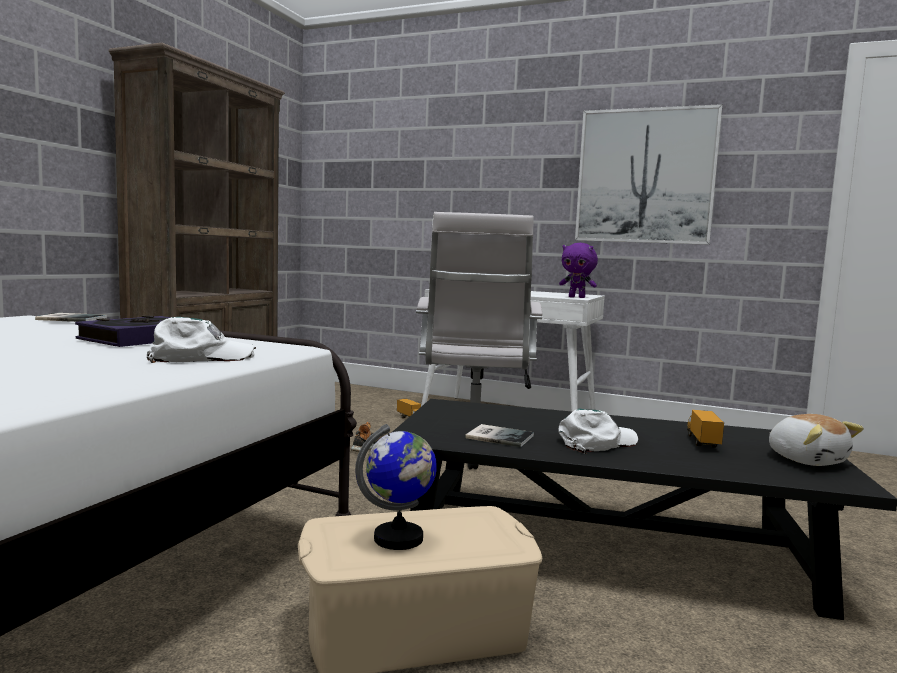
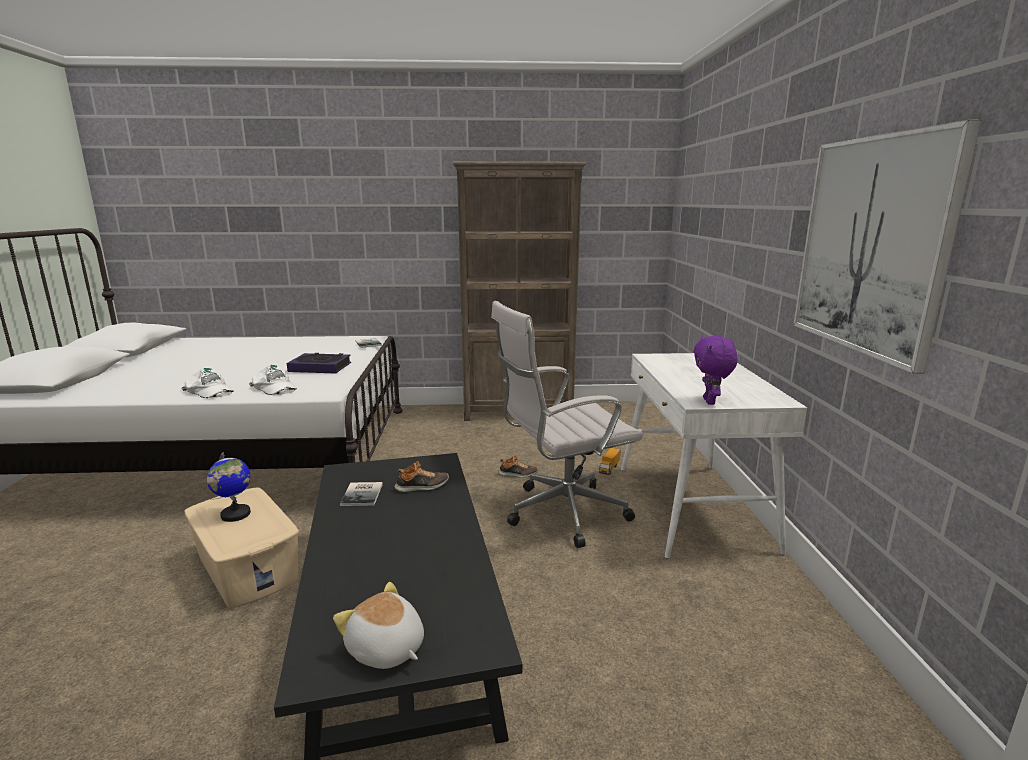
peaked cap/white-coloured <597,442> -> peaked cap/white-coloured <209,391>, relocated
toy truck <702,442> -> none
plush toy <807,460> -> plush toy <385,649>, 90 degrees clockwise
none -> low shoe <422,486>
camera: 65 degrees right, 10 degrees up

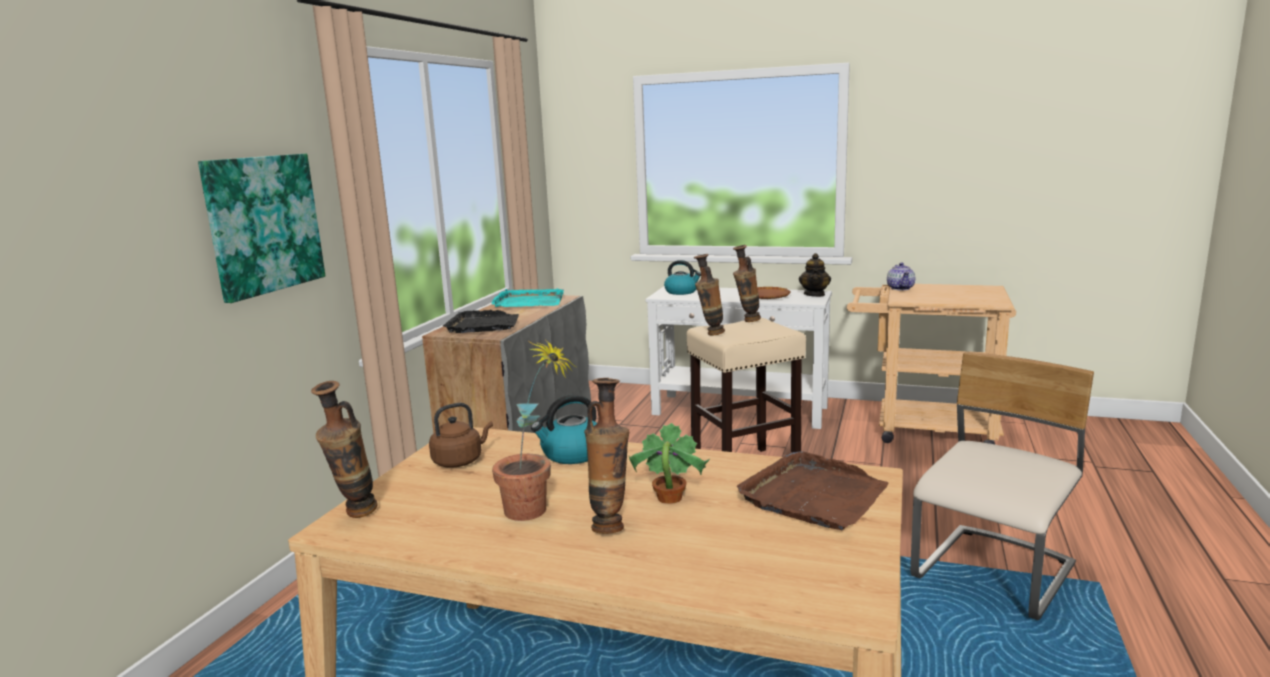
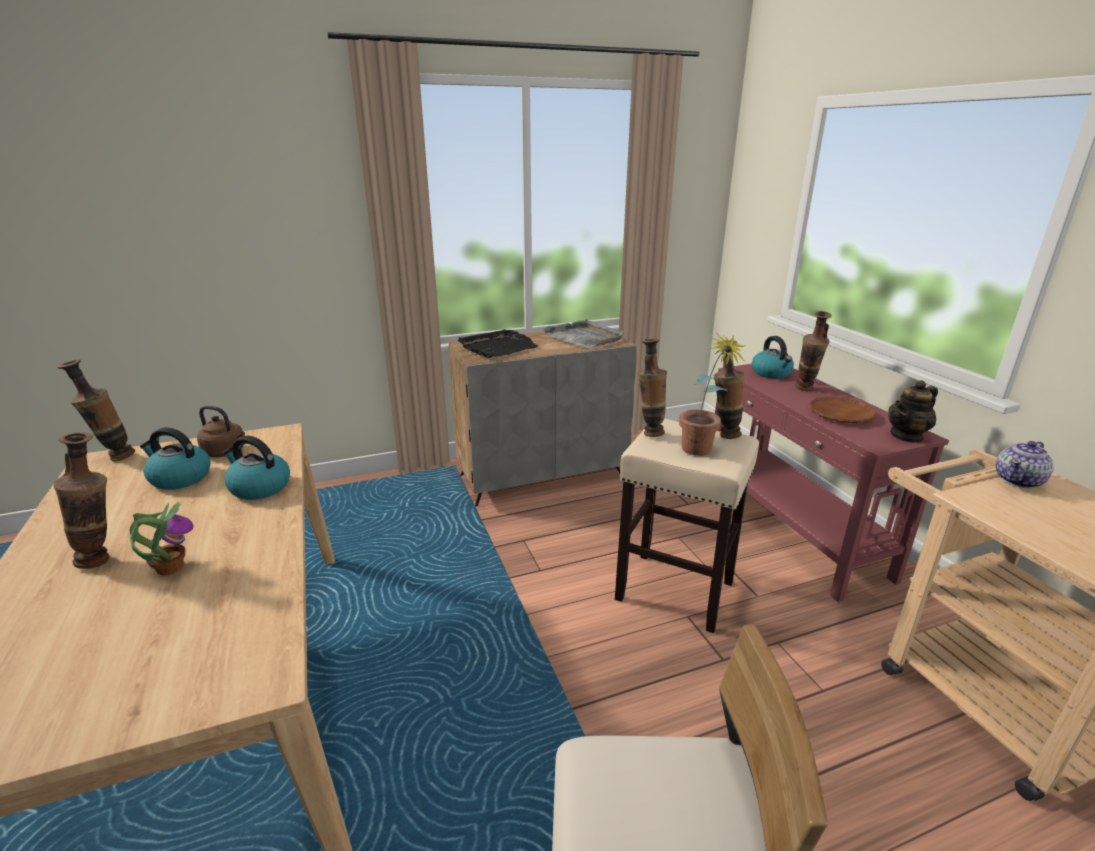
wall picture <263,224> -> none
narrow table/white-coloured <740,411> -> narrow table/red-coloured <791,530>
carrying tray/blue-green <528,302> -> carrying tray/grey <583,337>
houseplant <537,512> -> houseplant <701,453>, relocated
carrying tray/brown-coloured <813,496> -> none
none -> vase <805,390>
none -> tea kettle <179,478>
camera: 50 degrees right, 10 degrees up

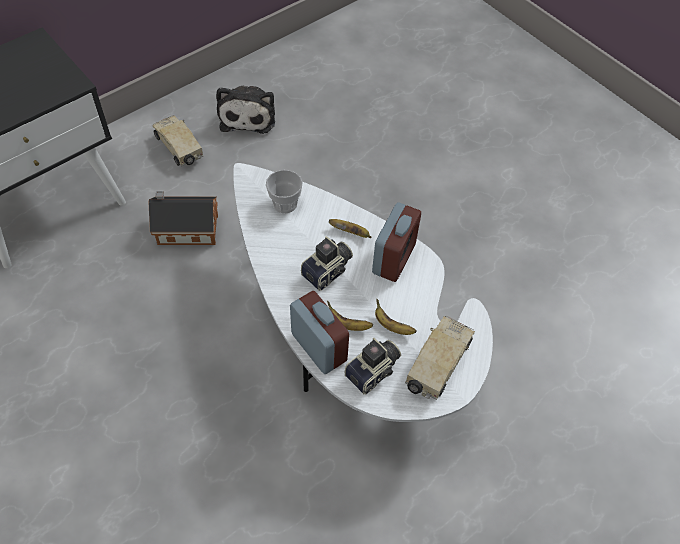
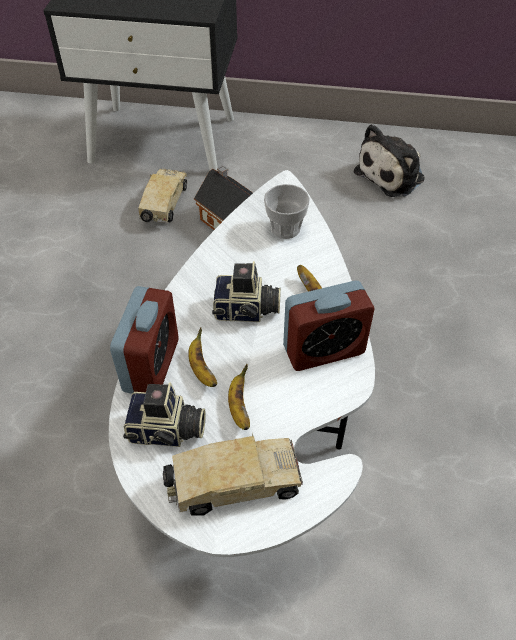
toy truck <180,148> -> toy truck <164,205>, relocated
camera: 50 degrees right, 5 degrees down

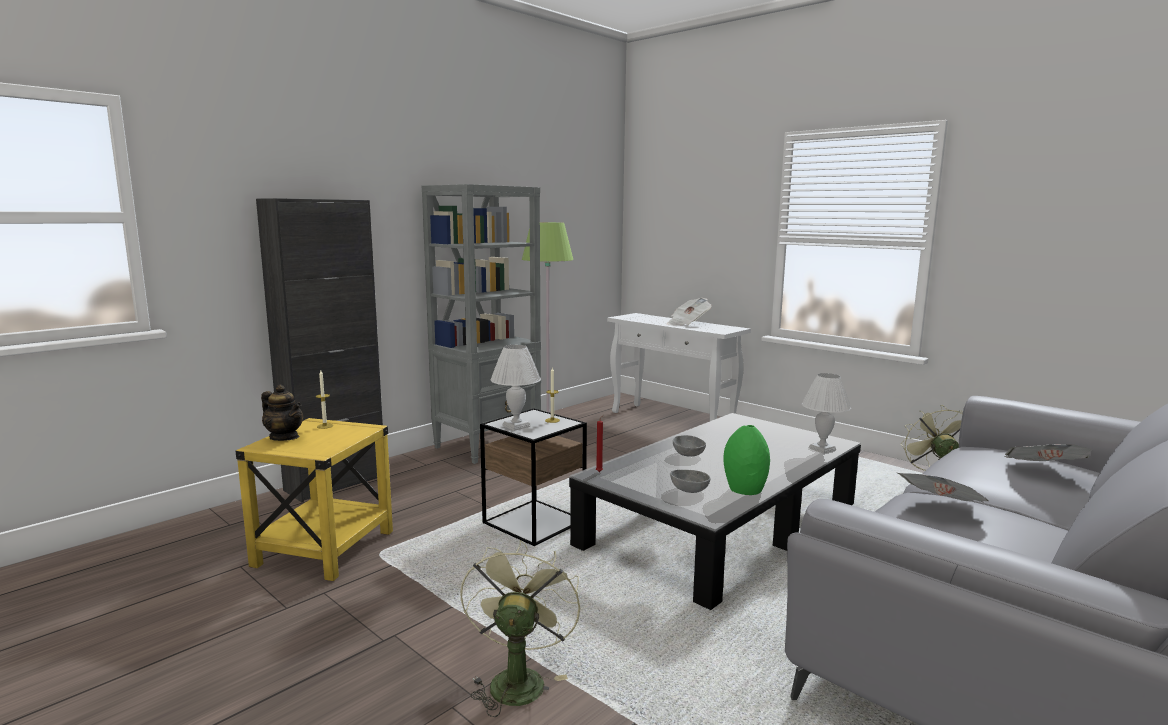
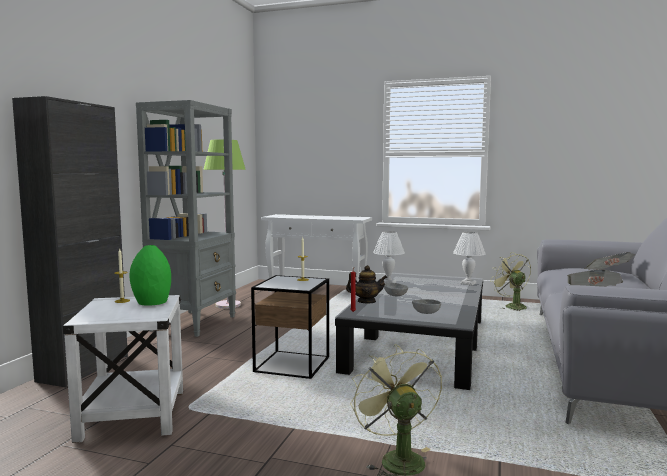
printed paper <687,323> -> none
table lamp/white-coloured <516,426> -> table lamp/white-coloured <388,282>, relocated
teapot <284,437> -> teapot <366,302>, relocated
side table/yellowish <325,548> -> side table/white-coloured <133,415>
vase/greenish <745,490> -> vase/greenish <152,302>, relocated
camera: 25 degrees left, 5 degrees down

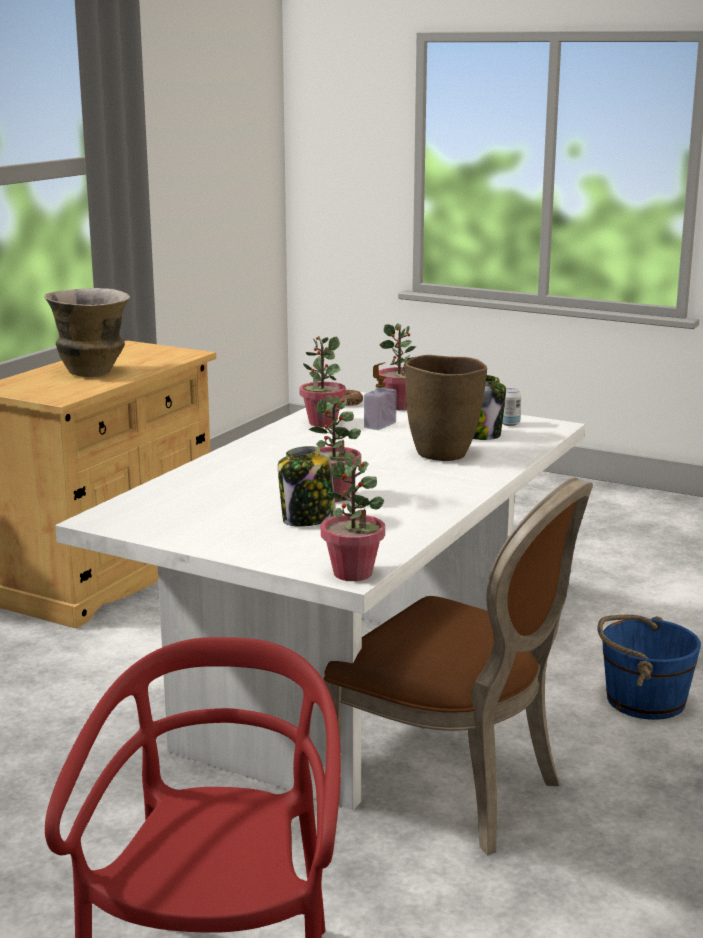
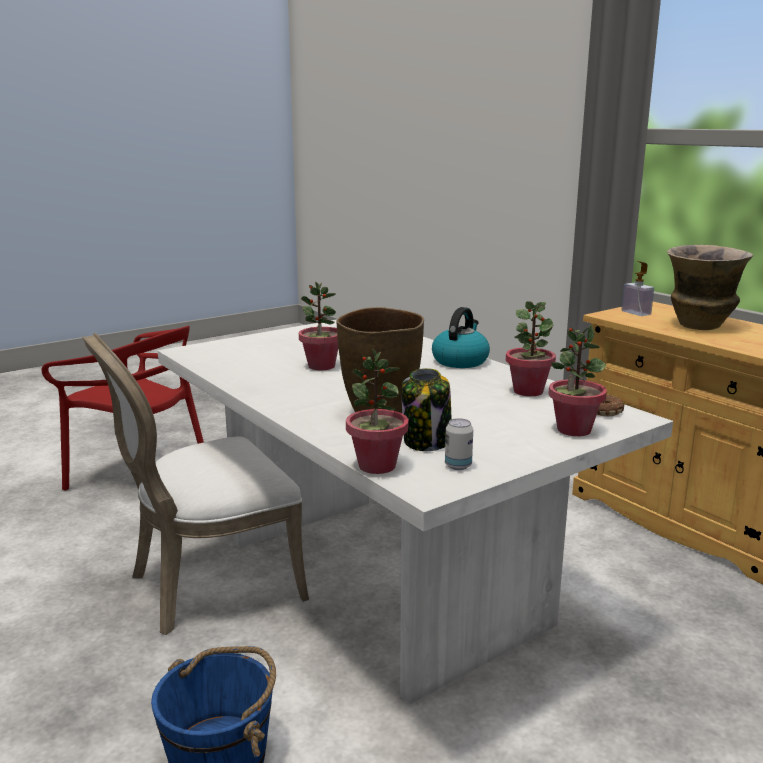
liquid soap bottle <380,425> -> liquid soap bottle <636,313>, relocated
jar <307,520> -> none
houseplant <353,573> -> houseplant <377,466>, relocated
plain chair/brown-coloured <455,791> -> plain chair/white-coloured <208,585>
none -> tea kettle <460,361>
camera: 115 degrees right, 0 degrees up

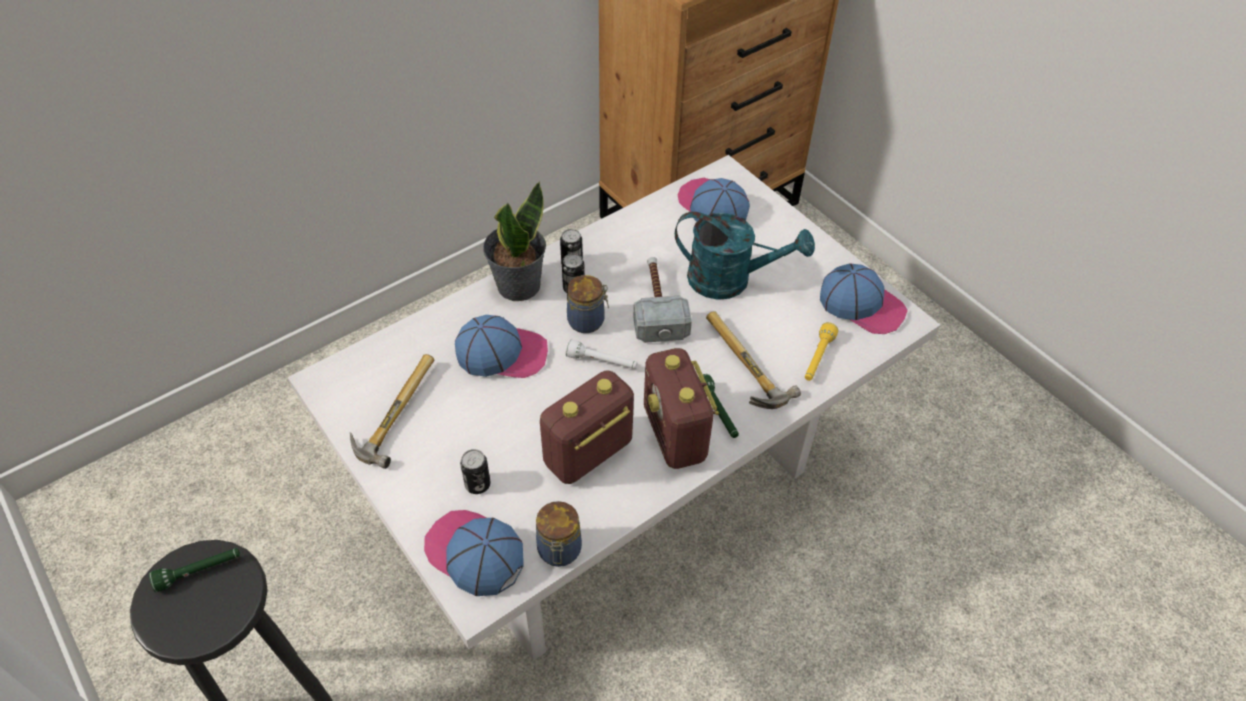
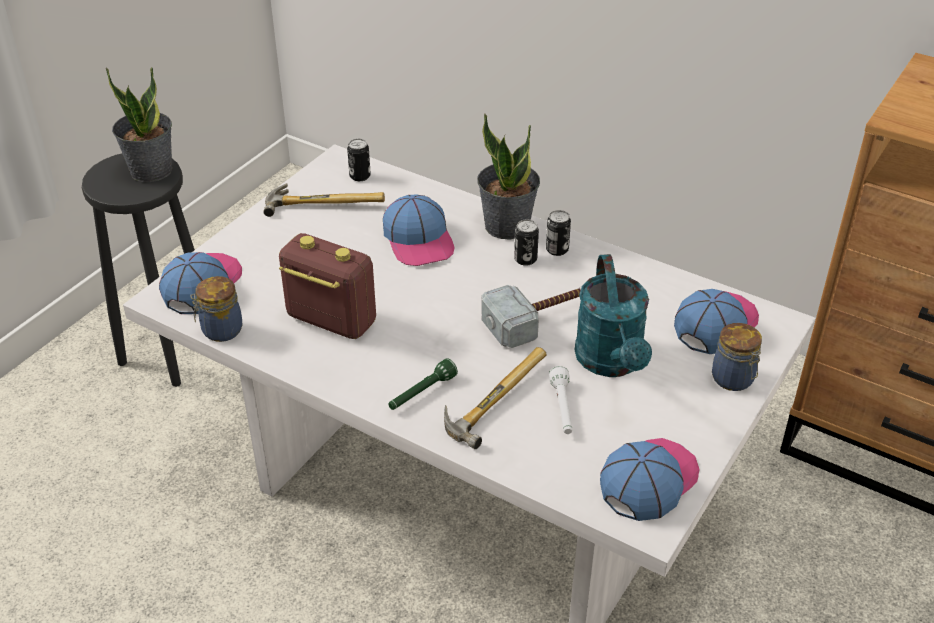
peaked cap <862,305> -> peaked cap <648,480>, 150 degrees counterclockwise
jar <587,321> -> jar <733,379>, relocated
torch/yellowish <817,358> -> none
torch/white-coloured <602,362> -> torch/white-coloured <562,408>, relocated
radio <675,435> -> none
can <477,484> -> can <360,176>, relocated
torch/greenish <199,571> -> houseplant <151,170>
camera: 70 degrees right, 10 degrees down

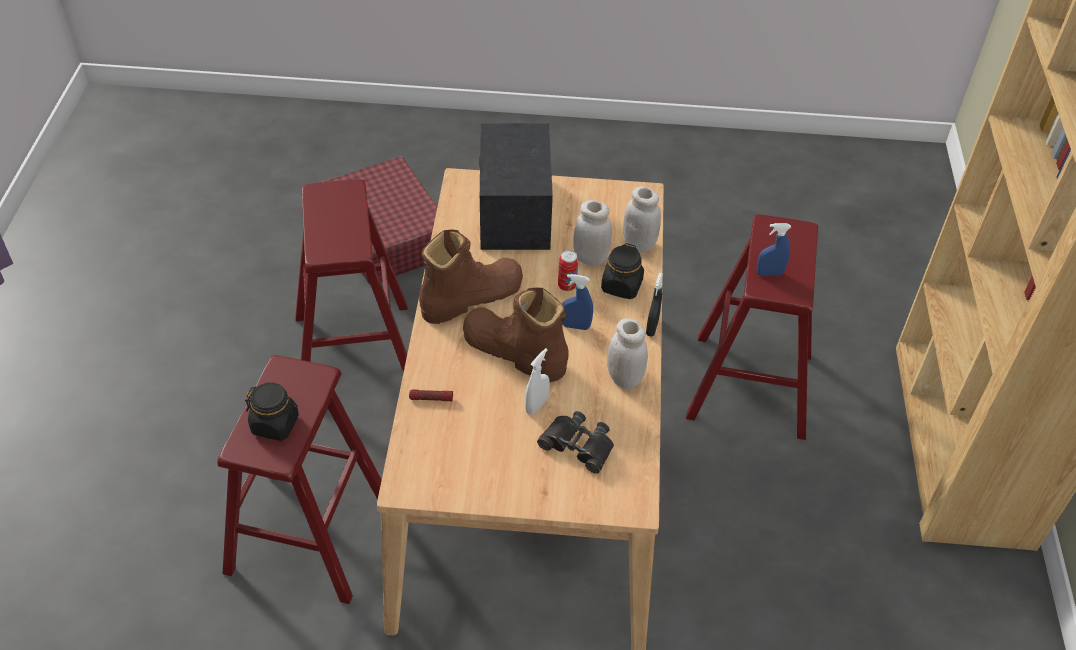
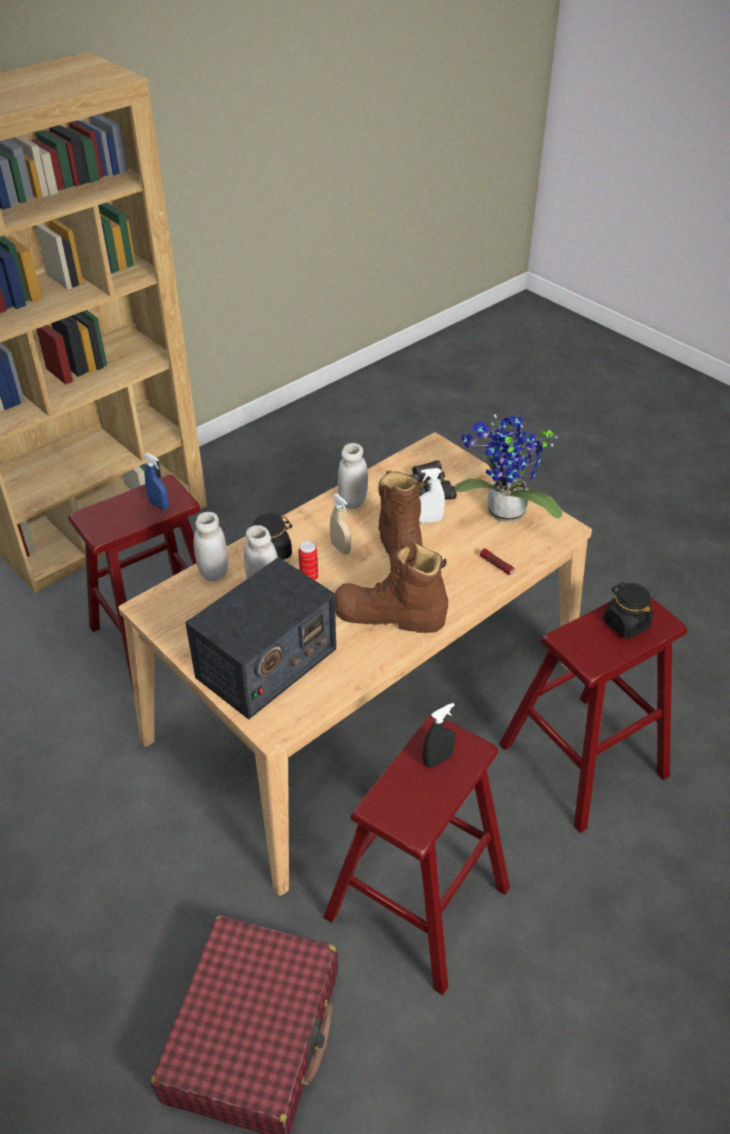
hand sprayer/black-coloured <652,327> -> hand sprayer/black-coloured <437,760>, relocated
hand sprayer/bluish <575,326> -> hand sprayer/beige-coloured <340,548>
none -> houseplant <502,514>
camera: 135 degrees left, 5 degrees down

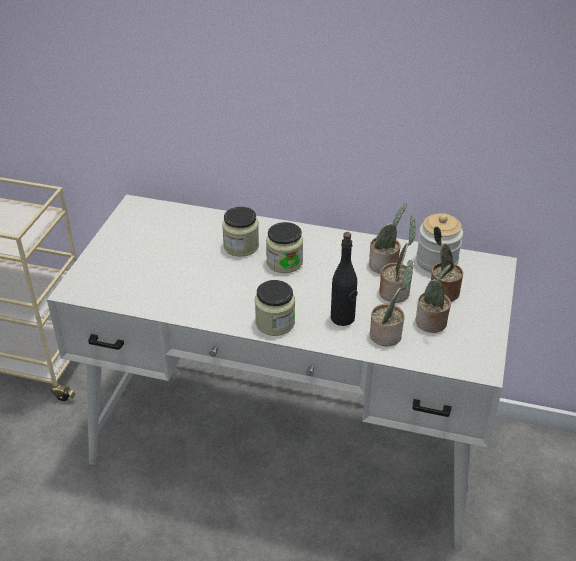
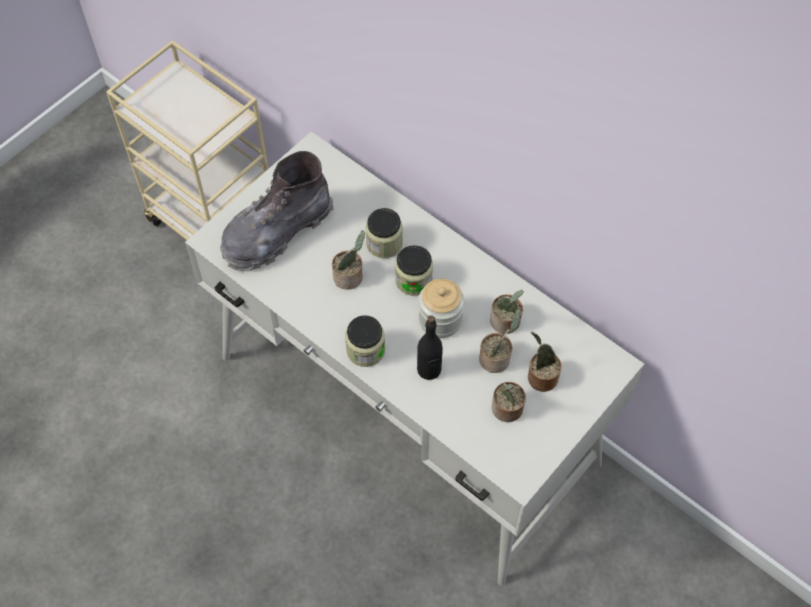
jar <436,261> -> jar <440,320>, relocated
houseplant <388,335> -> houseplant <350,277>, relocated
none -> high-top boot/grey <276,232>
camera: 25 degrees right, 20 degrees up

